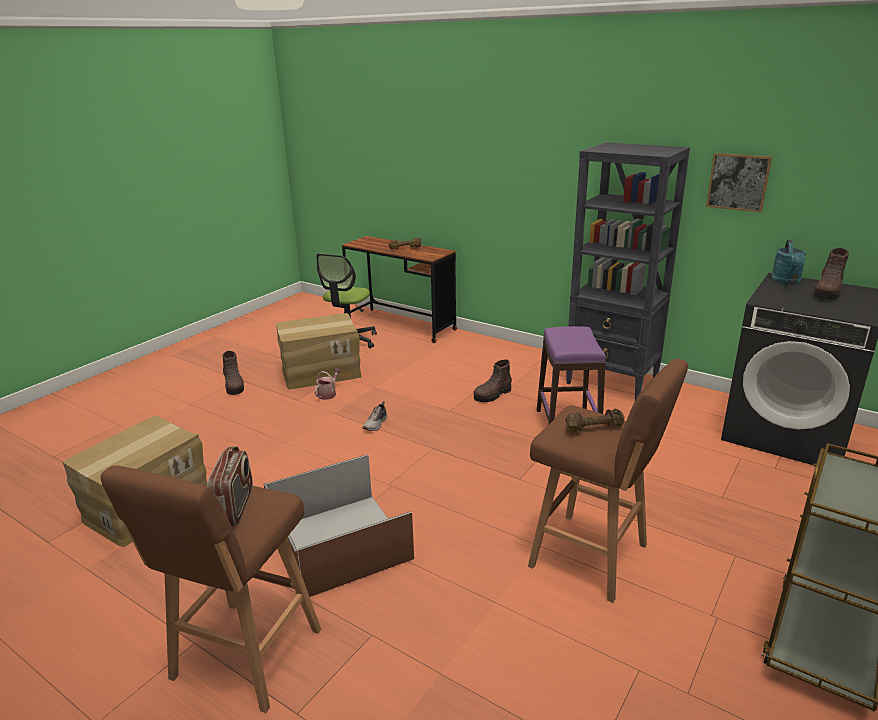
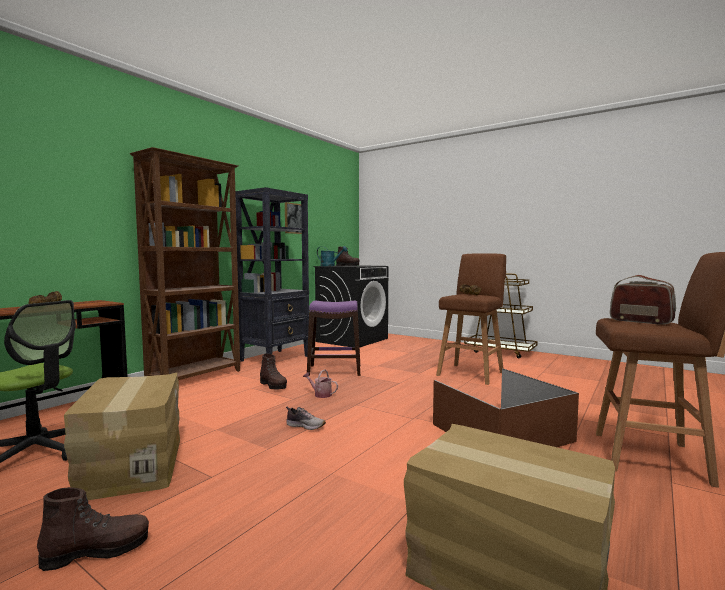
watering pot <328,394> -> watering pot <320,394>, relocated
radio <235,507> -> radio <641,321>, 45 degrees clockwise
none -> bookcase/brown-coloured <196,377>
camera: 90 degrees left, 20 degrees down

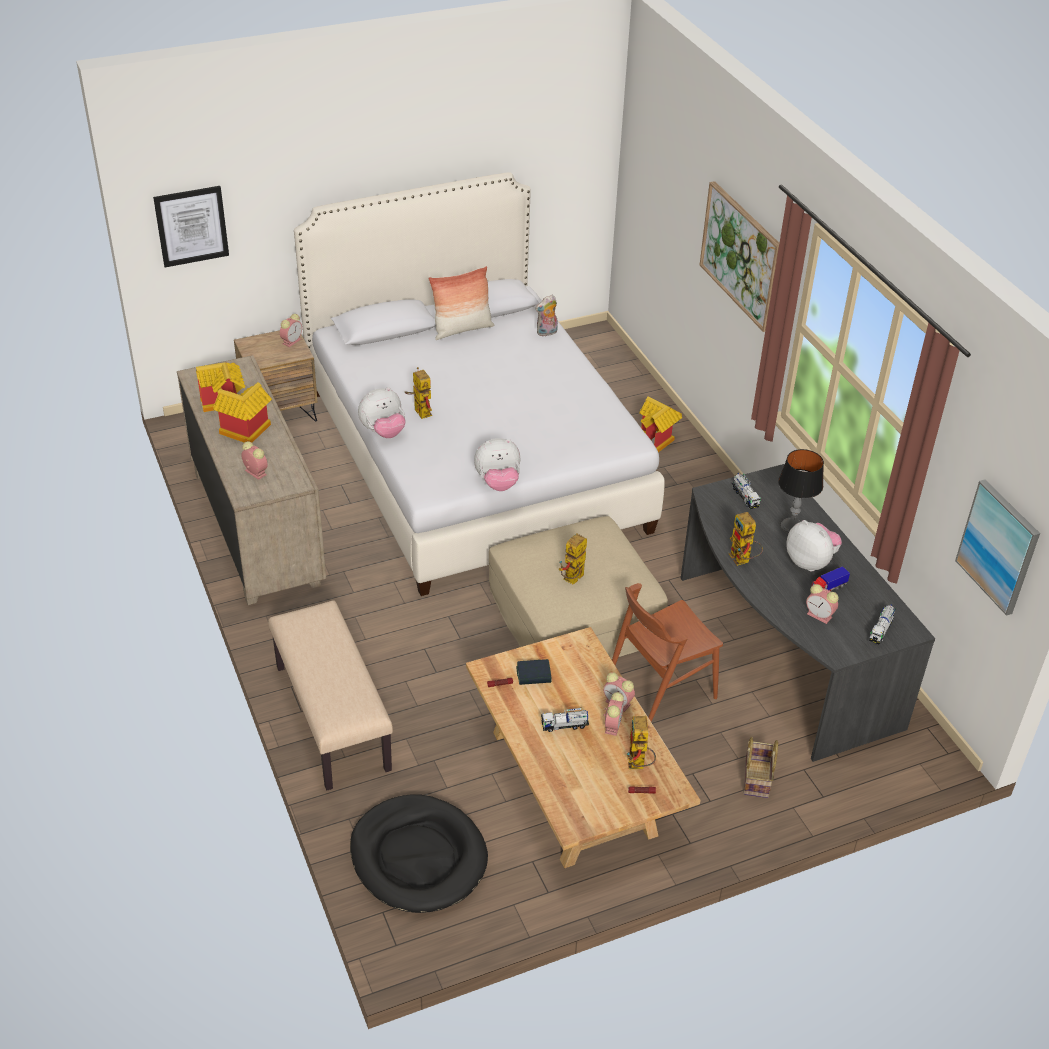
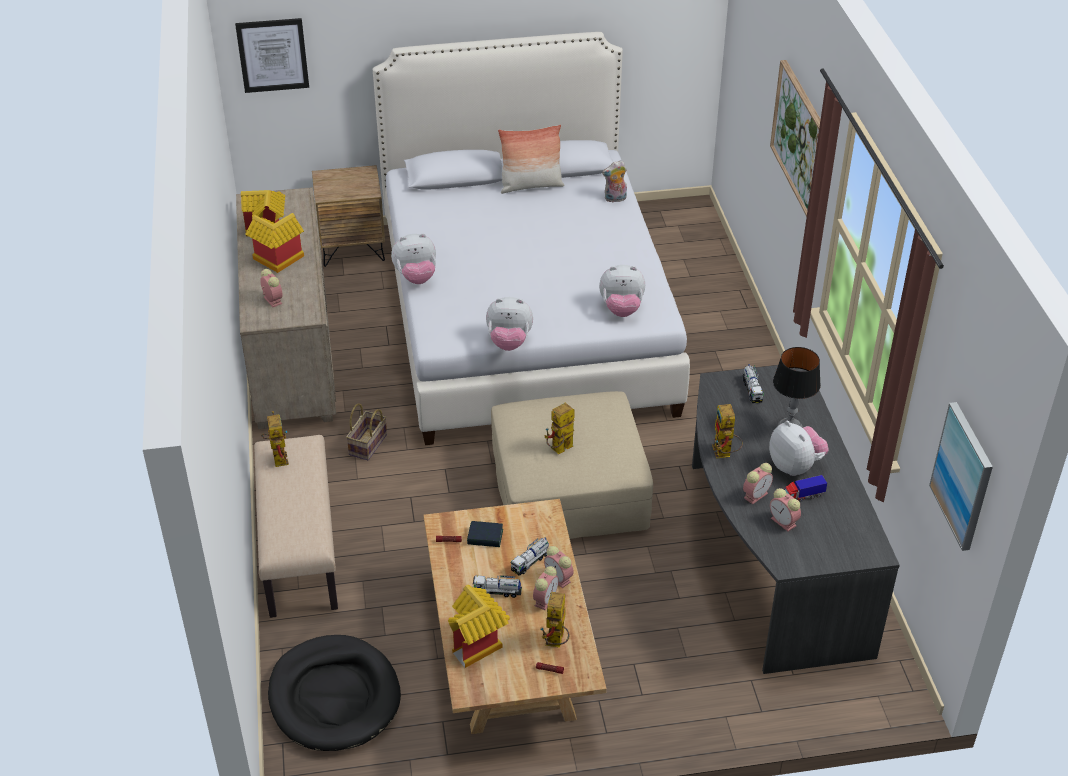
bedside clock <292,341> -> bedside clock <756,495>, relocated
robot figure <419,411> -> robot figure <277,456>, relocated
miniature house <657,441> -> miniature house <478,645>, relocated
plain chair/brown-coloured <660,688> -> none
toy truck <881,630> -> toy truck <530,562>, relocated
basket <757,779> -> basket <368,445>, relocated
none -> plush toy <621,309>
camera: 15 degrees right, 0 degrees up

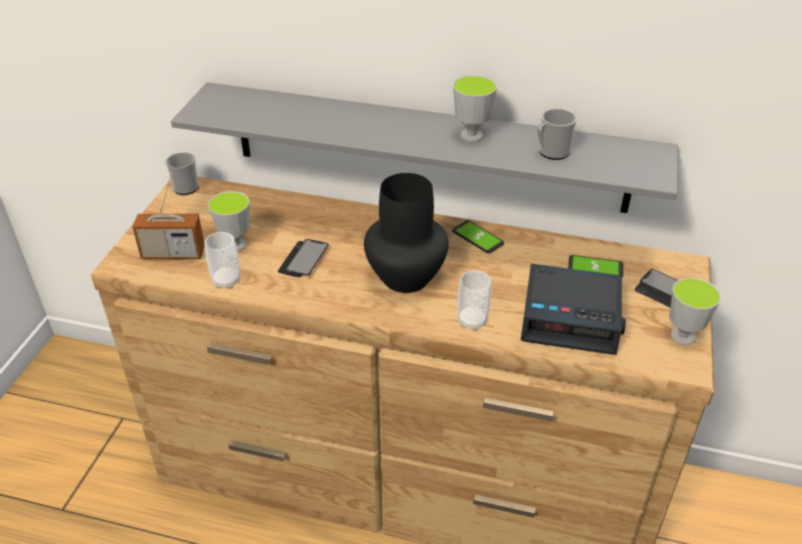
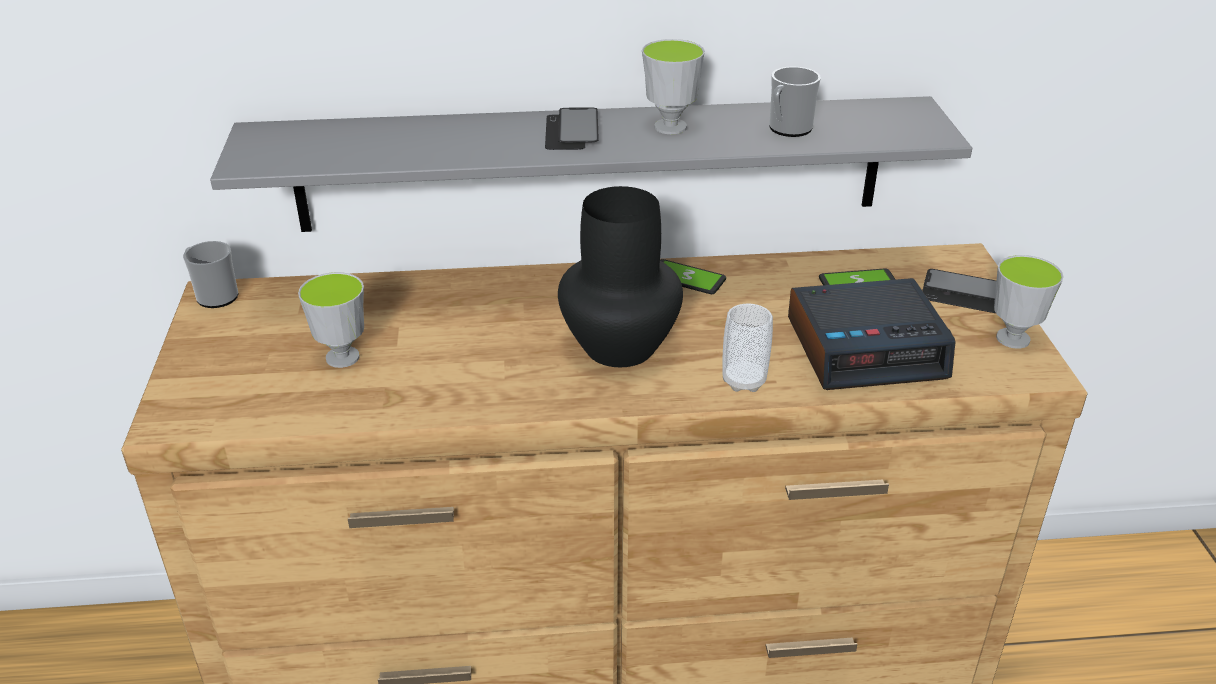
radio <173,253> -> none
cup <226,281> -> none
handset <303,259> -> handset <572,131>, relocated
camera: 20 degrees left, 5 degrees down

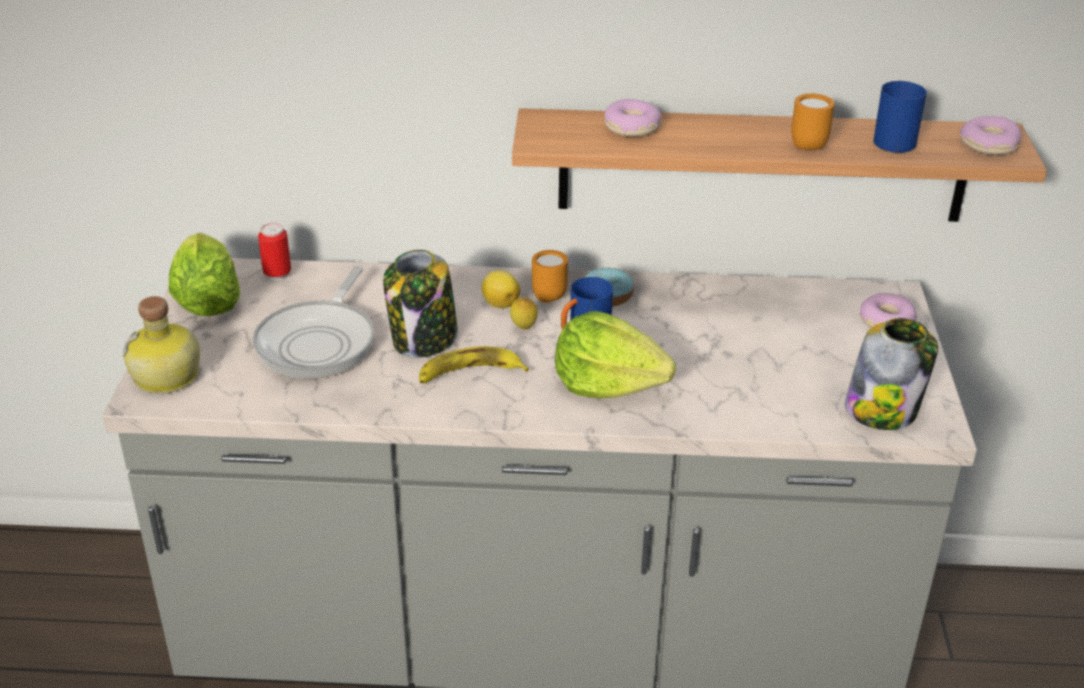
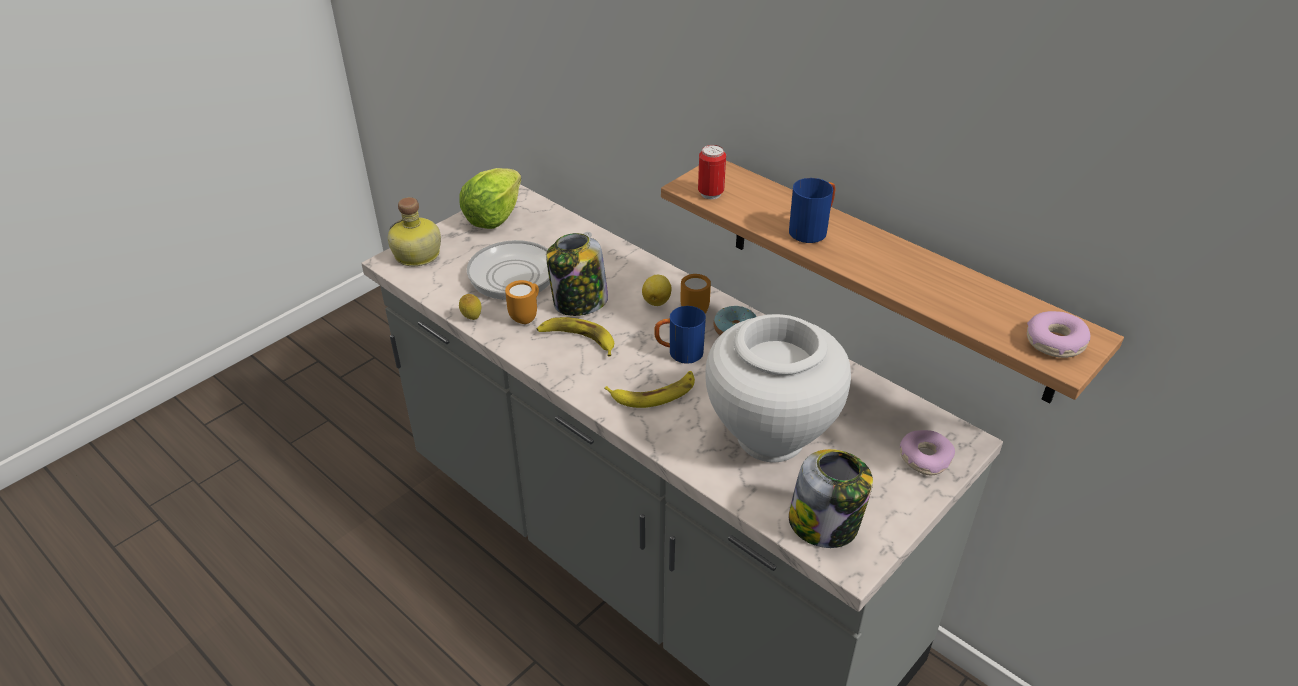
mug/bluish <893,140> -> mug/bluish <812,230>, relocated
mug/orange <807,144> -> mug/orange <526,316>, relocated
donut <631,128> -> none
can <277,274> -> can <710,193>, relocated
lemon <523,328> -> lemon <472,318>, relocated
lettuce <608,383> -> whole banana <654,393>
none -> vase/white-coloured <770,437>
camera: 40 degrees right, 5 degrees up

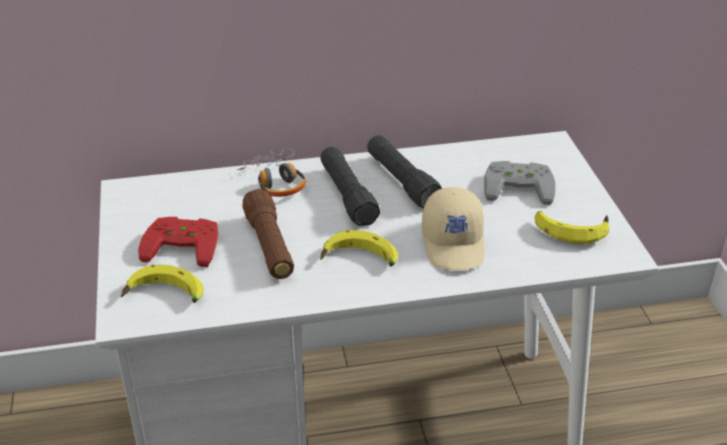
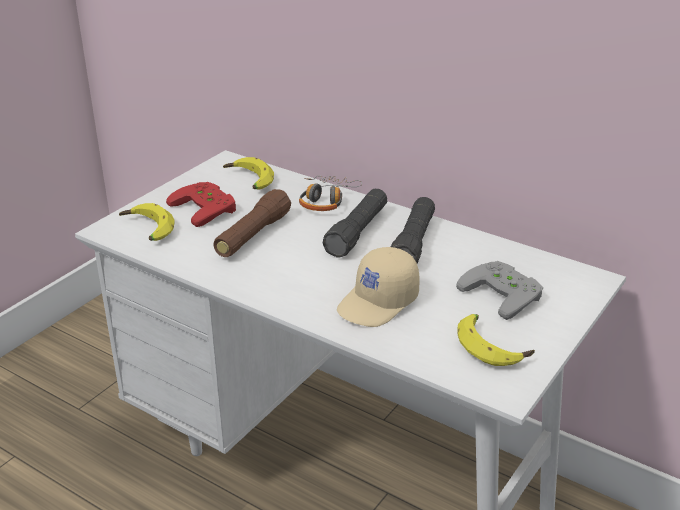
whole banana <359,260> -> whole banana <248,181>, relocated
camera: 45 degrees right, 5 degrees down

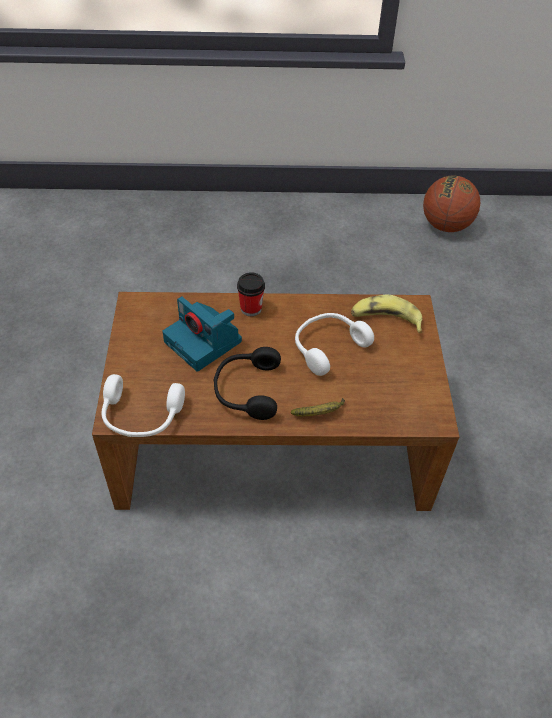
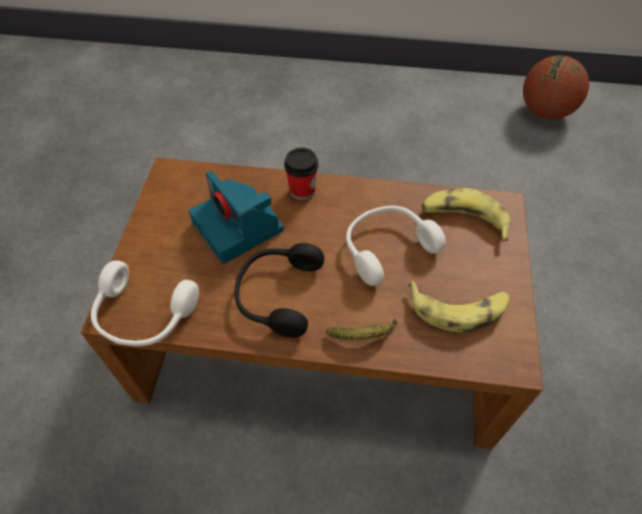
none -> whole banana <459,308>
camera: 10 degrees right, 5 degrees up

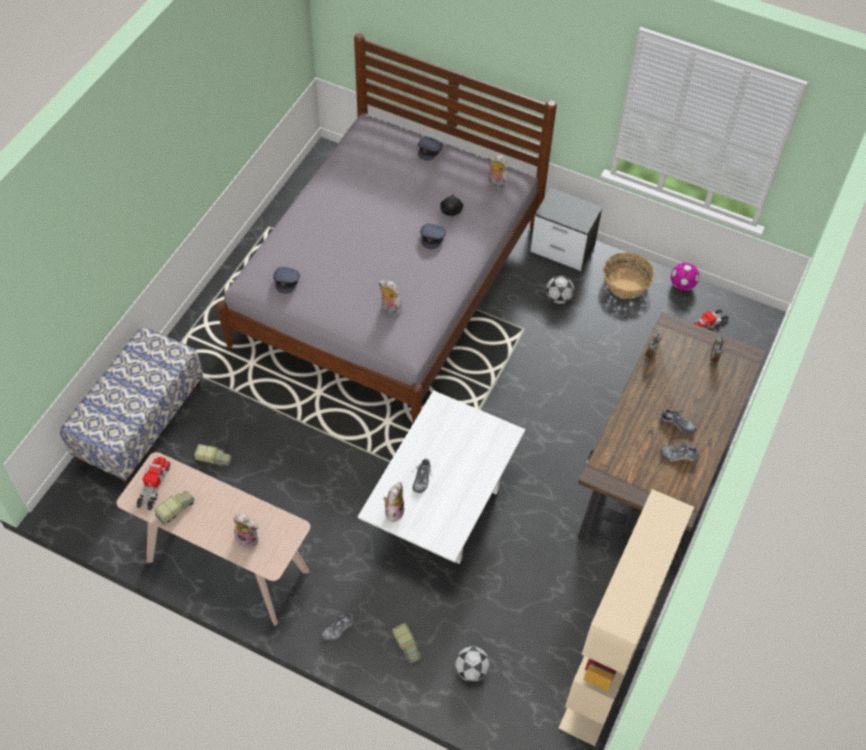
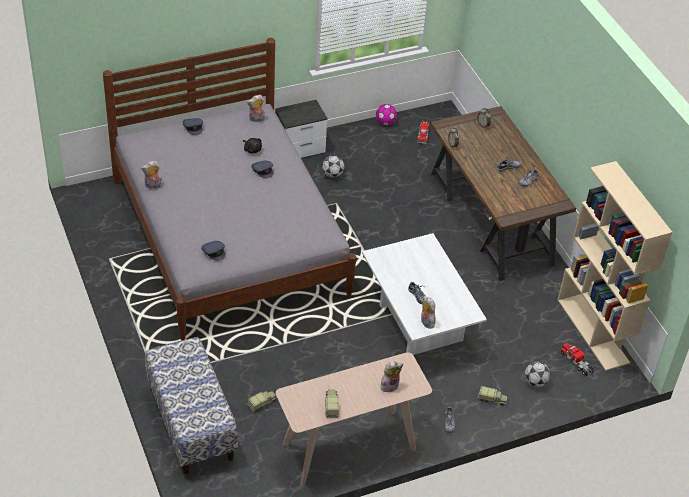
basket <625,283> -> none
plush toy <389,309> -> plush toy <153,186>, relocated
toy truck <154,486> -> toy truck <576,362>, relocated
camera: 50 degrees left, 10 degrees down

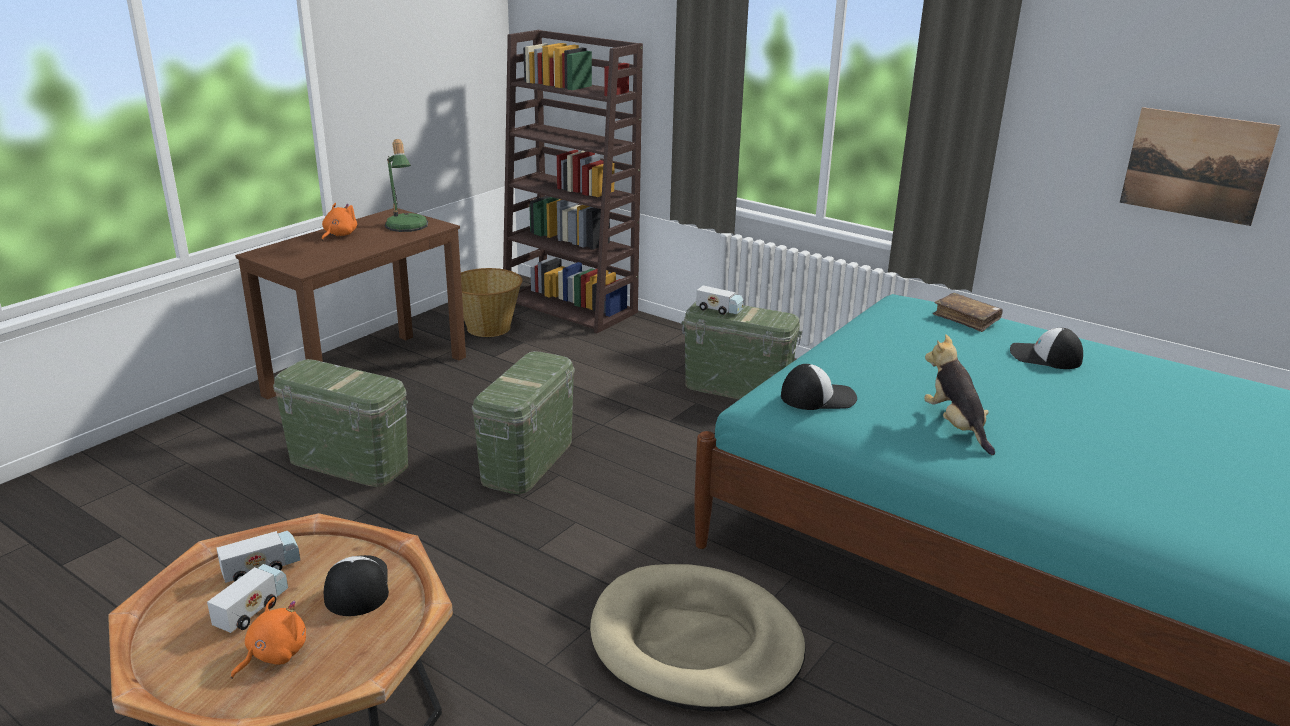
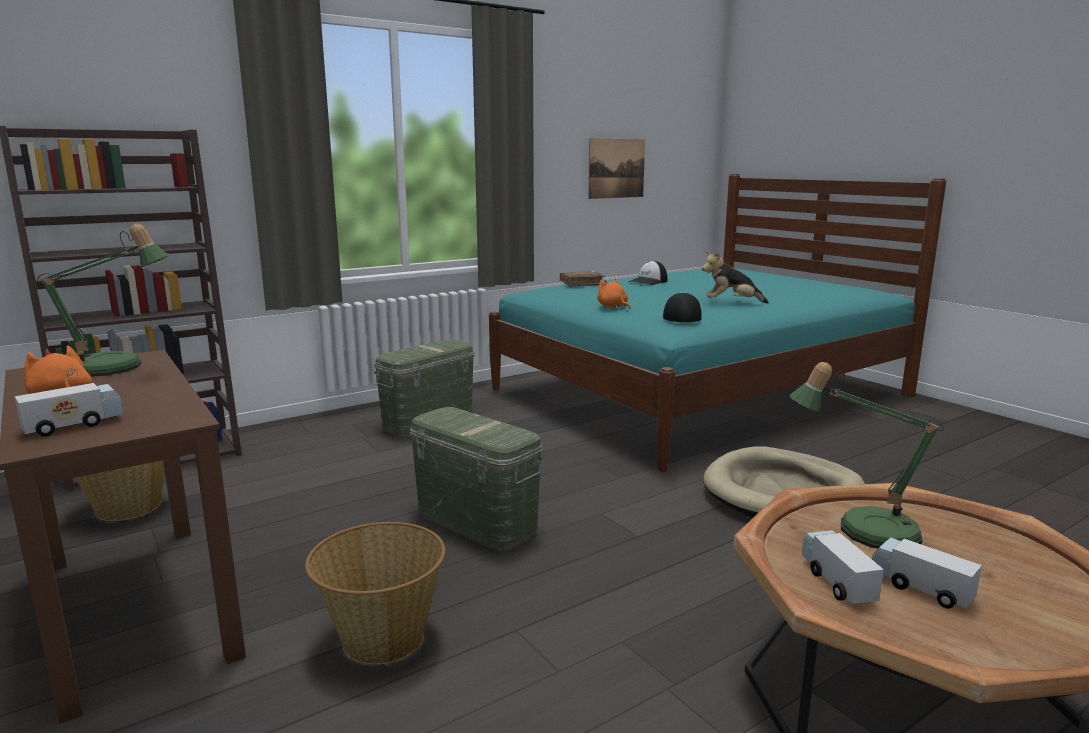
toy truck <719,310> -> toy truck <75,425>, relocated
storage bin/greenish <349,462> -> basket <382,637>
peaked cap <356,587> -> table lamp <864,529>
plush toy/orange <273,655> -> plush toy/orange <613,307>, relocated
camera: 70 degrees left, 10 degrees down

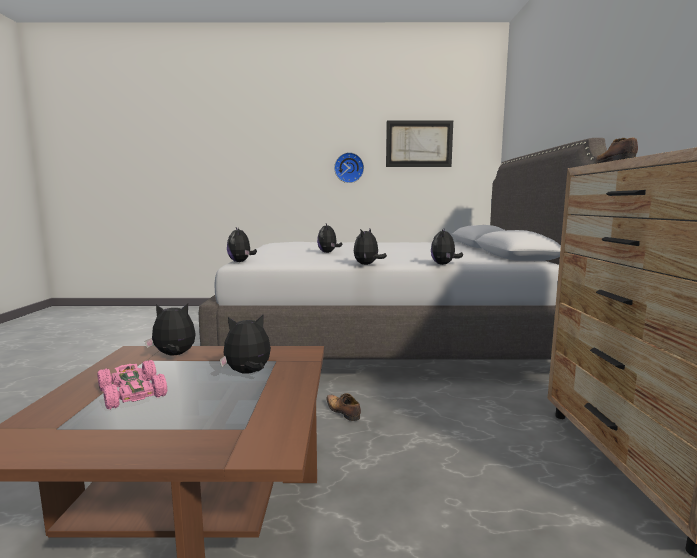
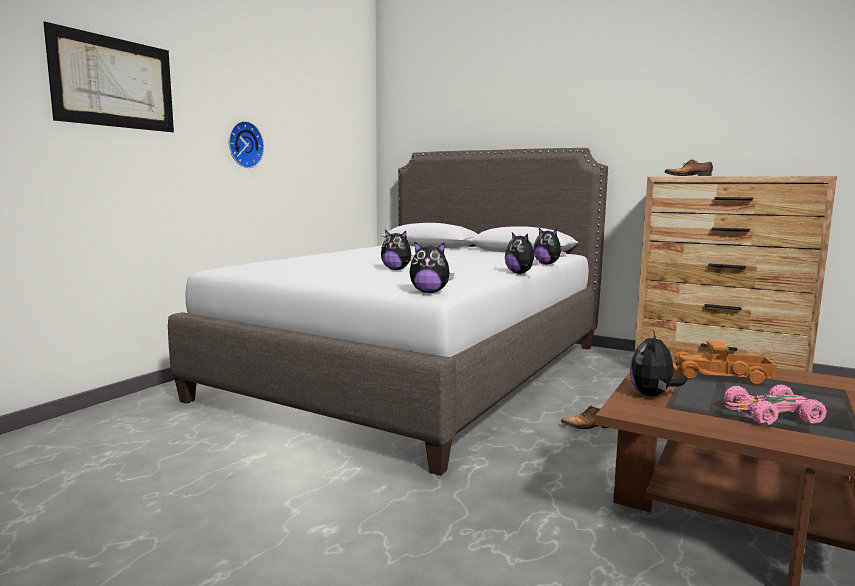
wall picture <419,144> -> wall picture <114,82>, relocated
plush toy <248,373> -> toy truck <721,377>
camera: 60 degrees left, 0 degrees up

